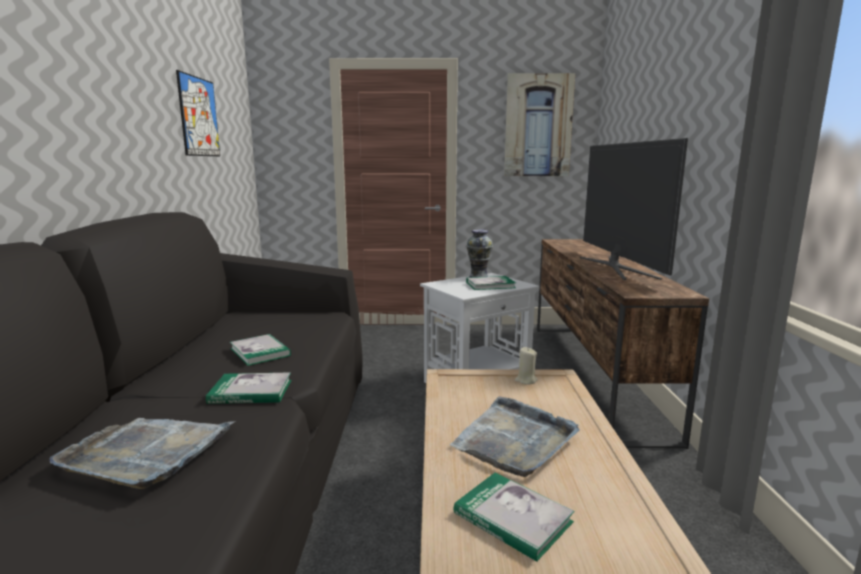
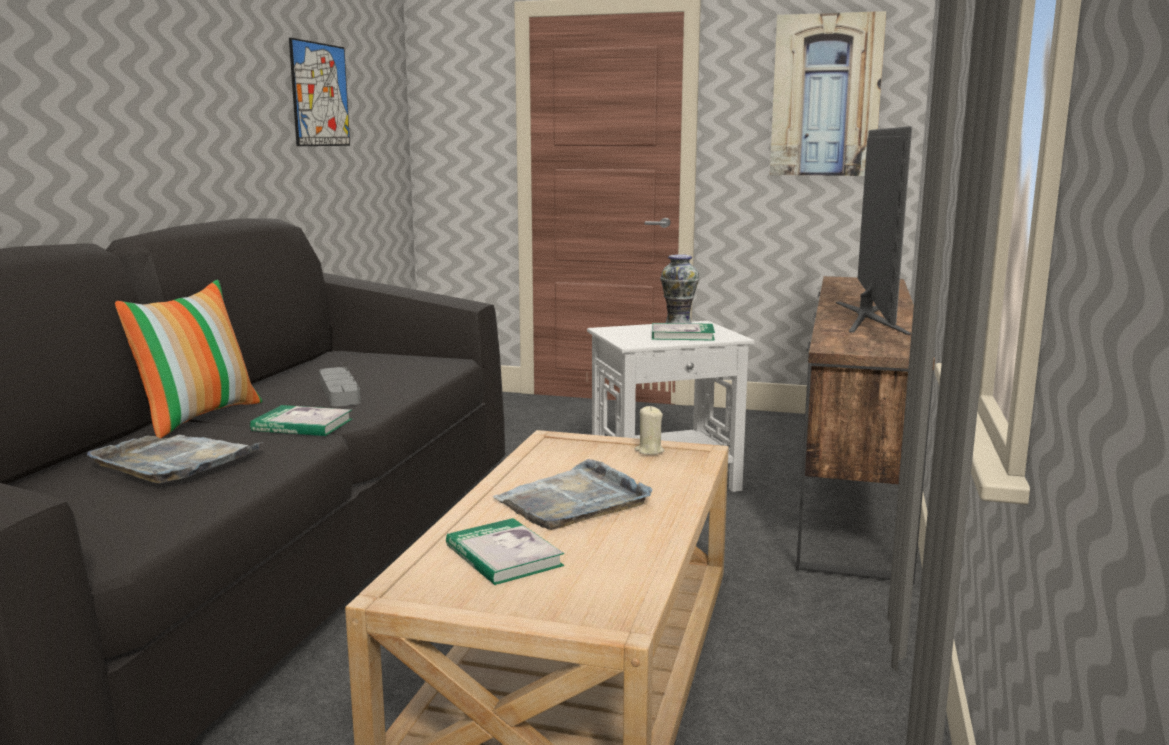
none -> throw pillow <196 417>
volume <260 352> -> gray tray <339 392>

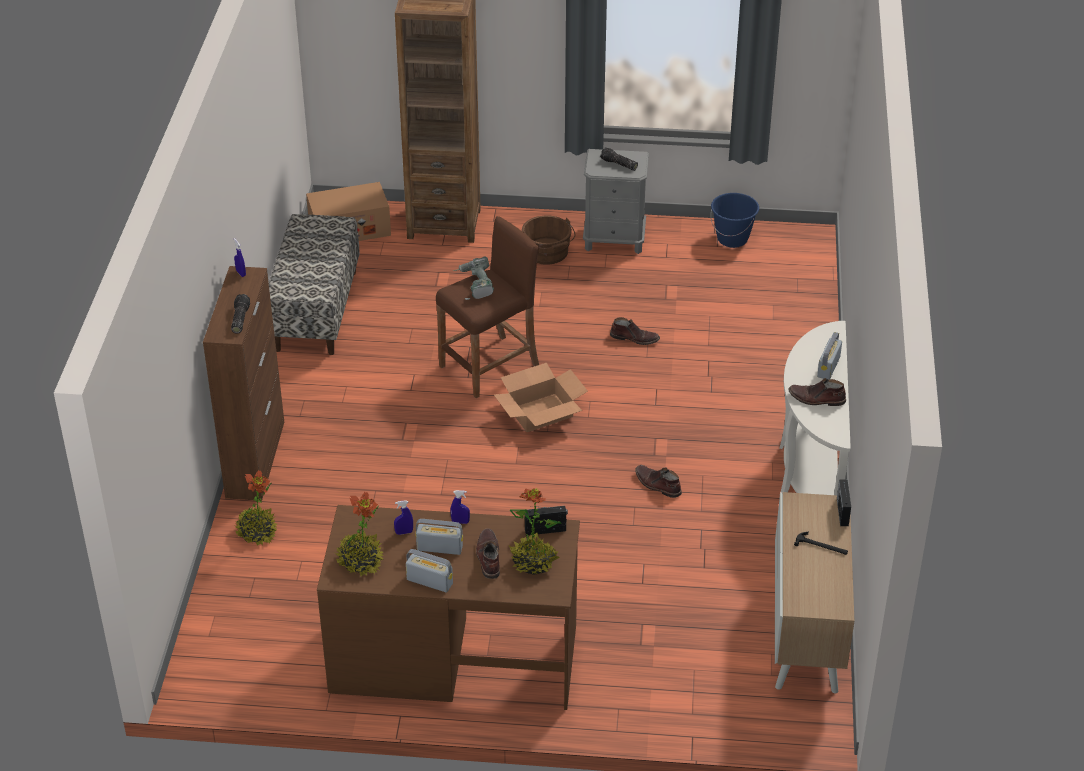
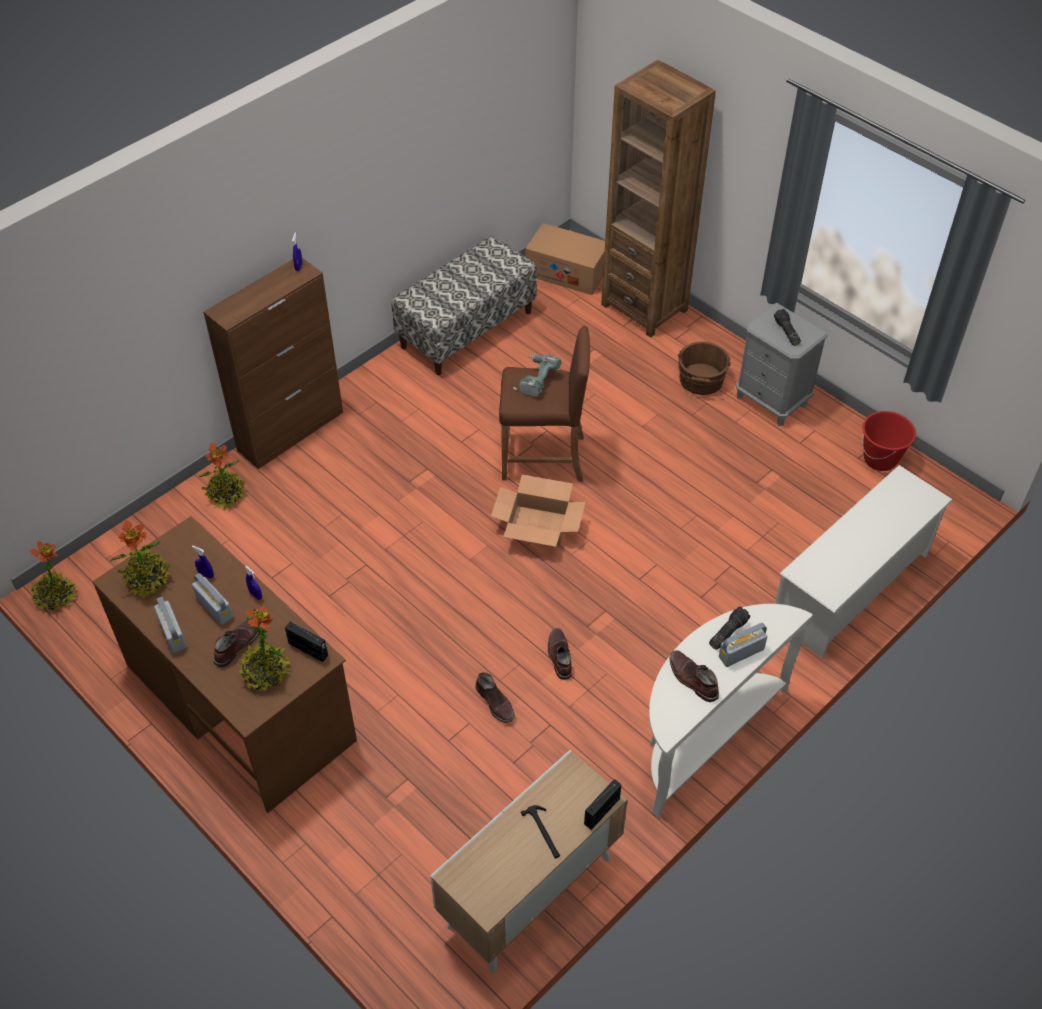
none -> plant in a pot <55 597>
none -> whitish shoe stand <851 588>
flashlight <239 319> -> flashlight <727 632>, shifted
brownish tall boot <635 338> -> brownish tall boot <495 702>, shifted
blue-coloured bucket <732 239> -> red bucket <880 459>

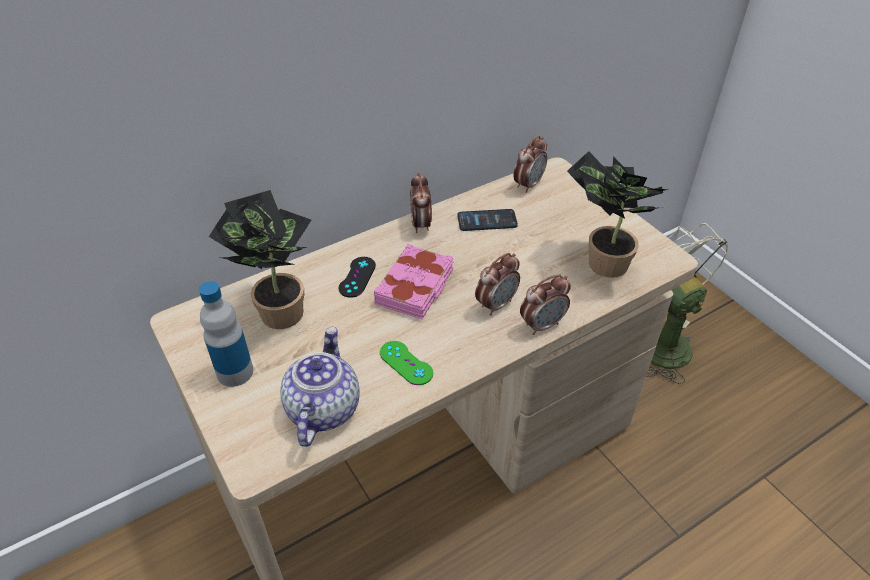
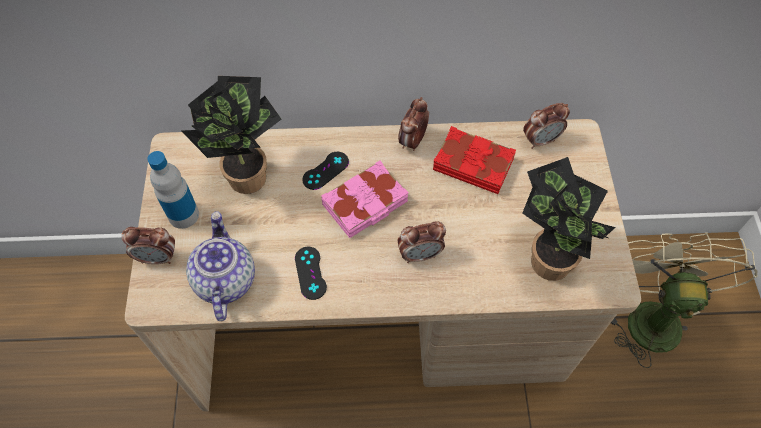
bedside clock <542 325> -> bedside clock <158 257>, shifted
telephone <487 221> -> red volume <473 164>
green joypad <406 363> -> black-coloured joypad <310 273>
pot for tea <322 408> -> pot for tea <224 280>, 45 degrees counterclockwise

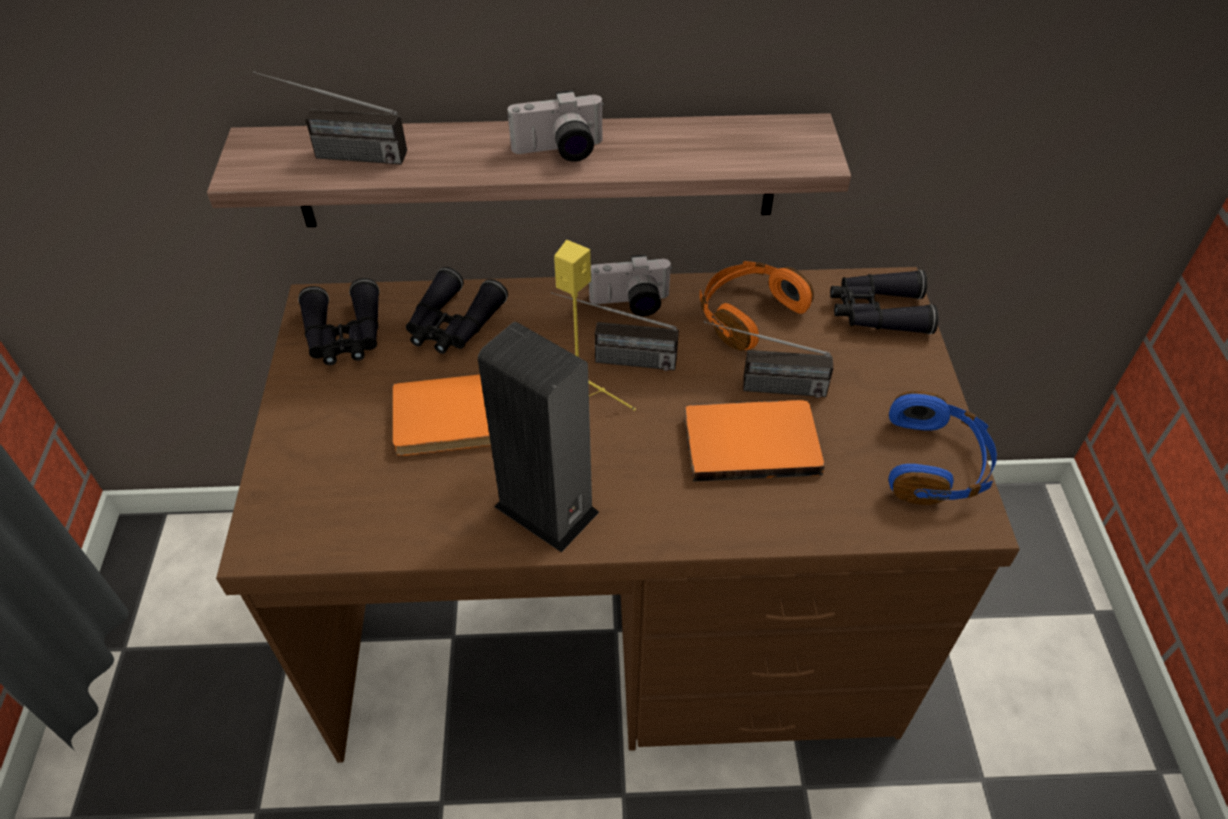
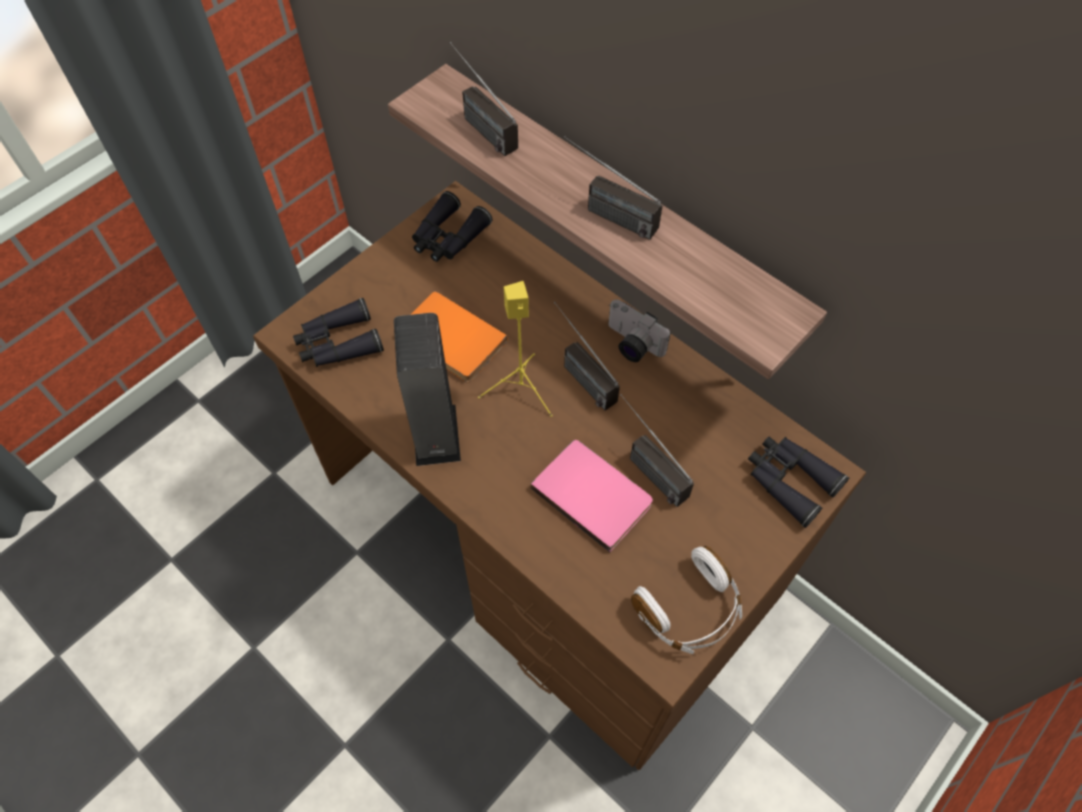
orangey headset <748 314> -> none
black-coloured binoculars <453 325> -> black-coloured binoculars <338 343>, shifted
still camera <559 152> -> radio <604 212>
orangey volume <750 441> -> pinkish volume <594 493>
blue-coloured headset <935 464> -> whitish headset <689 610>

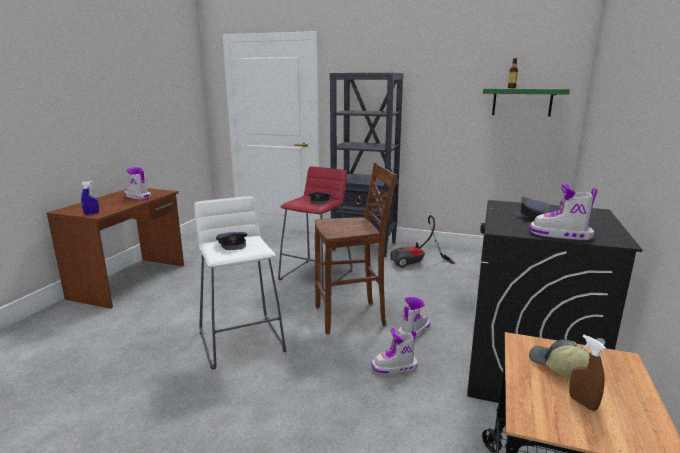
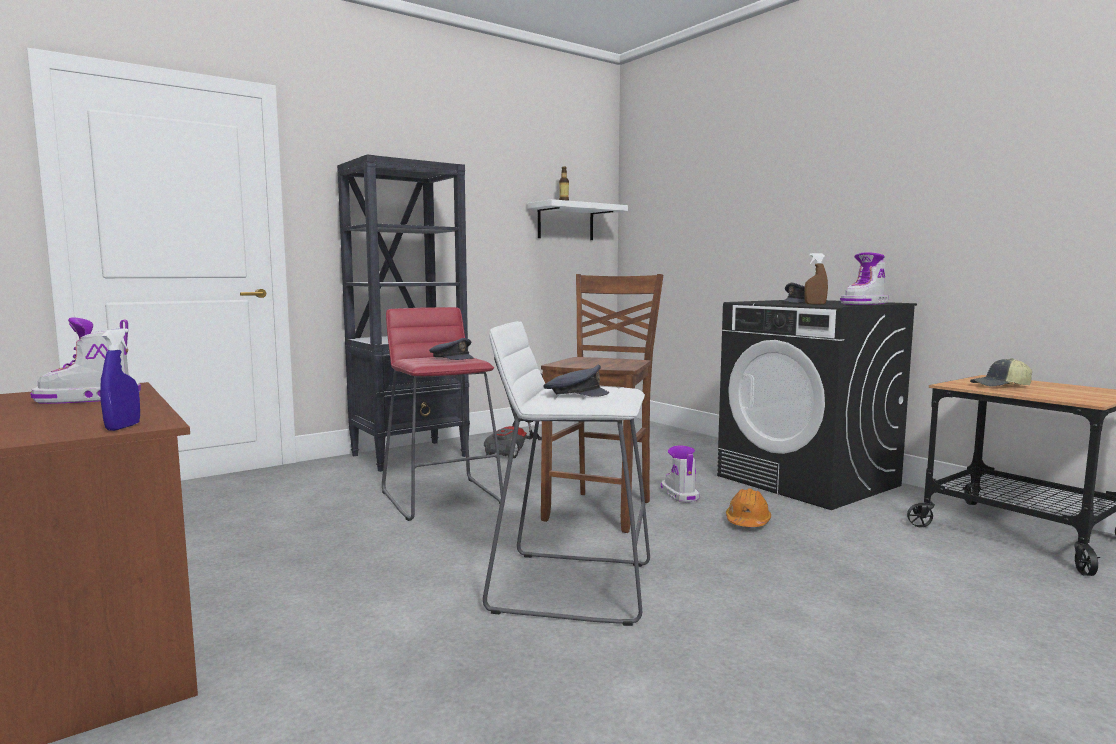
brownish spray bottle <582 403> -> brownish spray bottle <815 304>, shifted
tall boot <395 367> -> orangey safety helmet <747 522>
green shelf <522 102> -> whitish shelf <565 222>

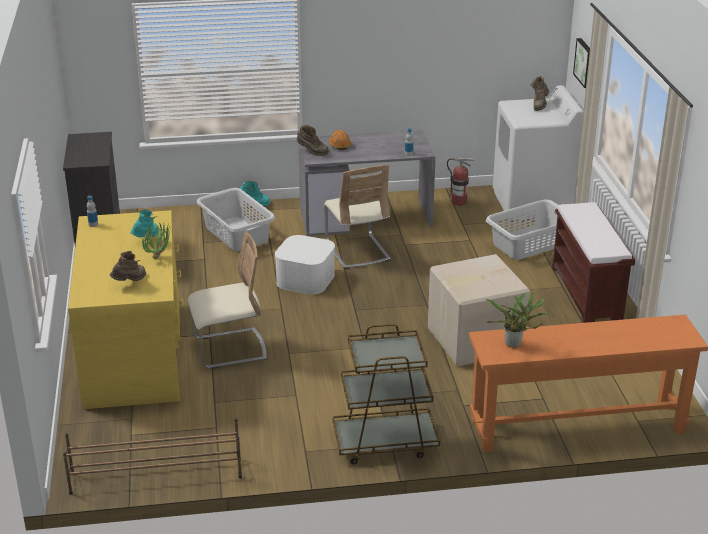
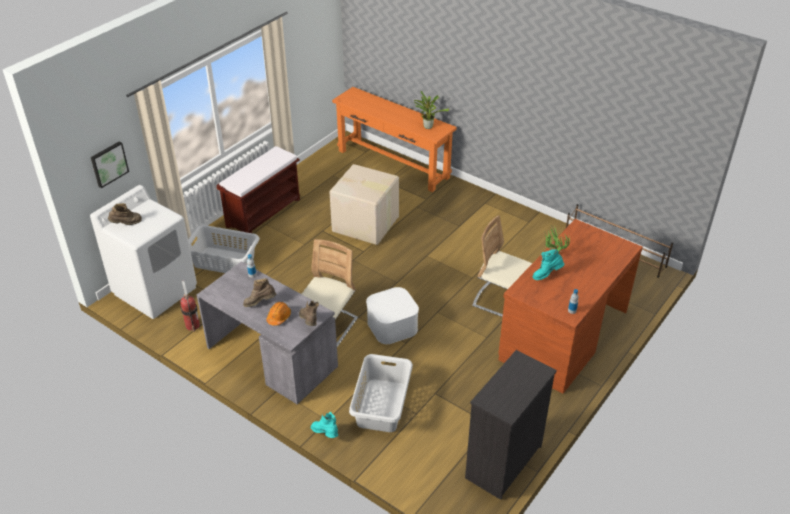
brownish trolley <384 442> -> none
brownish tall boot <130 282> -> brownish tall boot <260 303>, shifted
yellow-coloured desk unit <134 352> -> brownish desk unit <563 335>

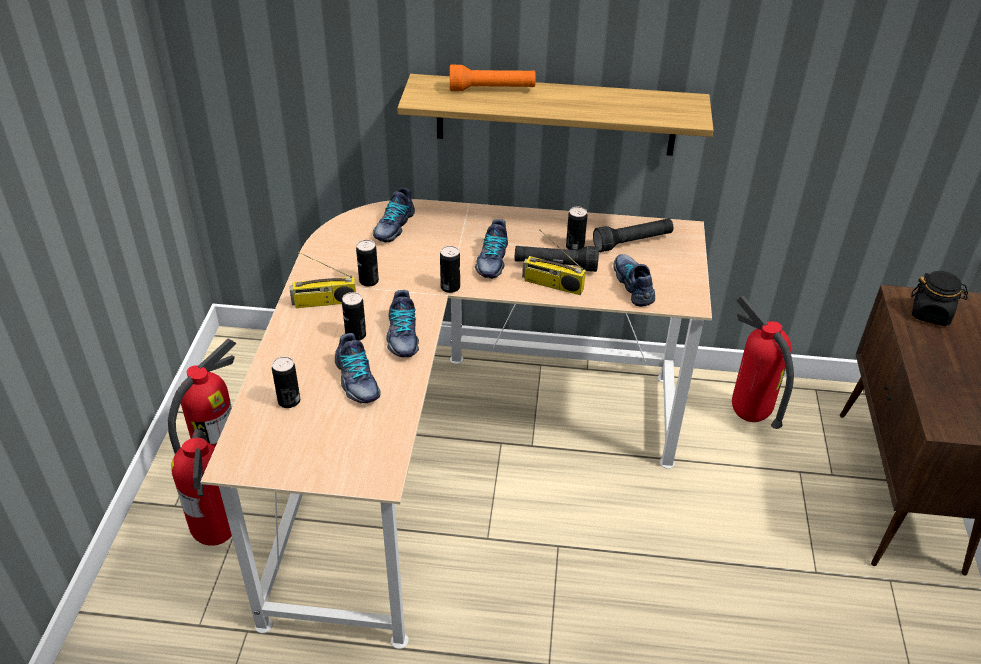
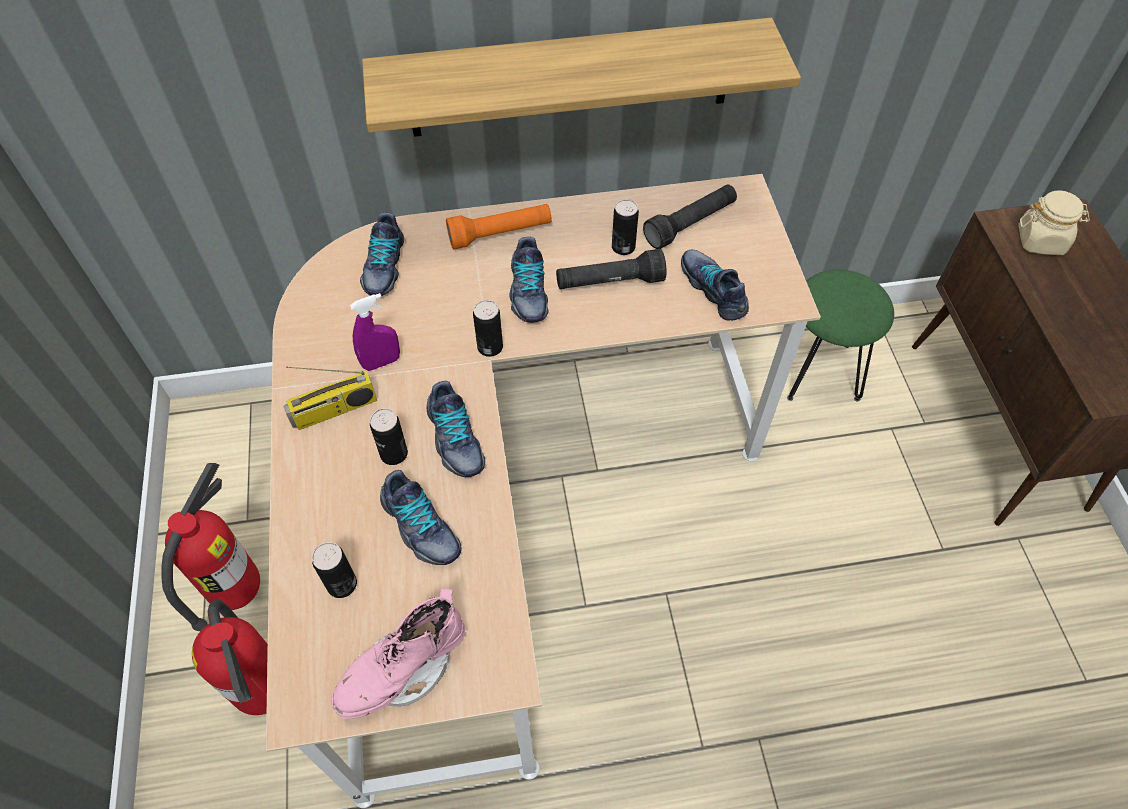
radio <552 285> -> none
none -> pinkish tall boot <404 669>
orangey flashlight <492 90> -> orangey flashlight <500 234>, shifted
sealed can <369 281> -> purple-coloured spray bottle <381 362>
fire extinguisher <747 415> -> green sitting stool <818 371>
black-coloured jar <931 314> -> sand-coloured jar <1041 240>

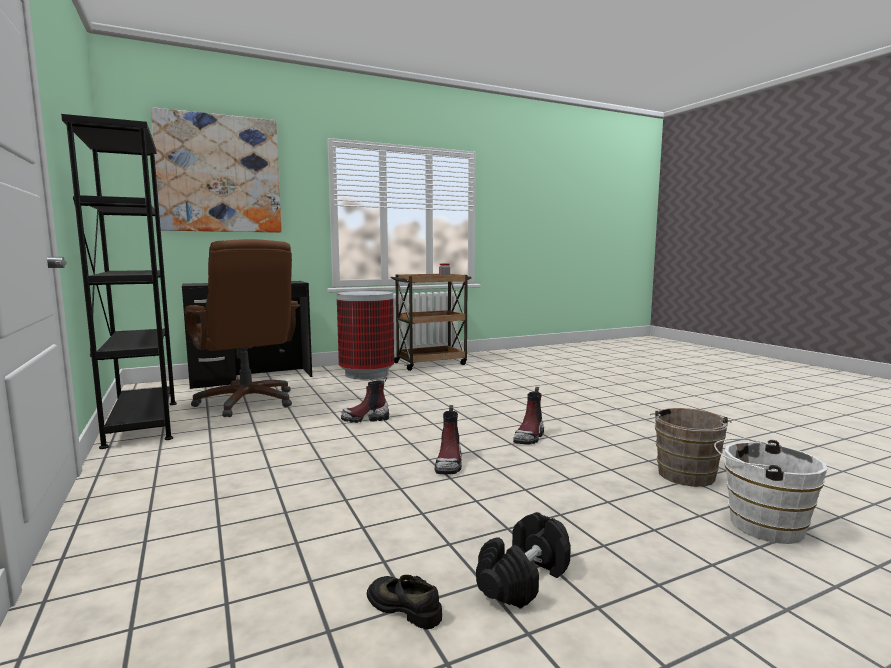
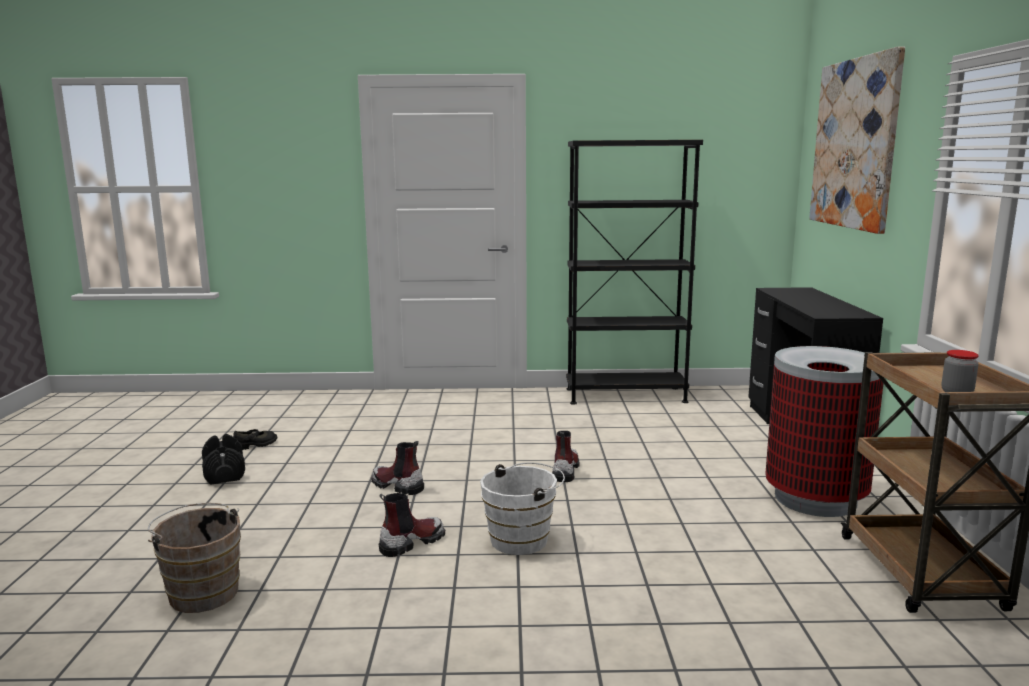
brownish office chair <247 402> -> none
whitish bucket <759 524> -> whitish bucket <523 539>, shifted
tall boot <529 437> -> tall boot <411 542>, 90 degrees clockwise

